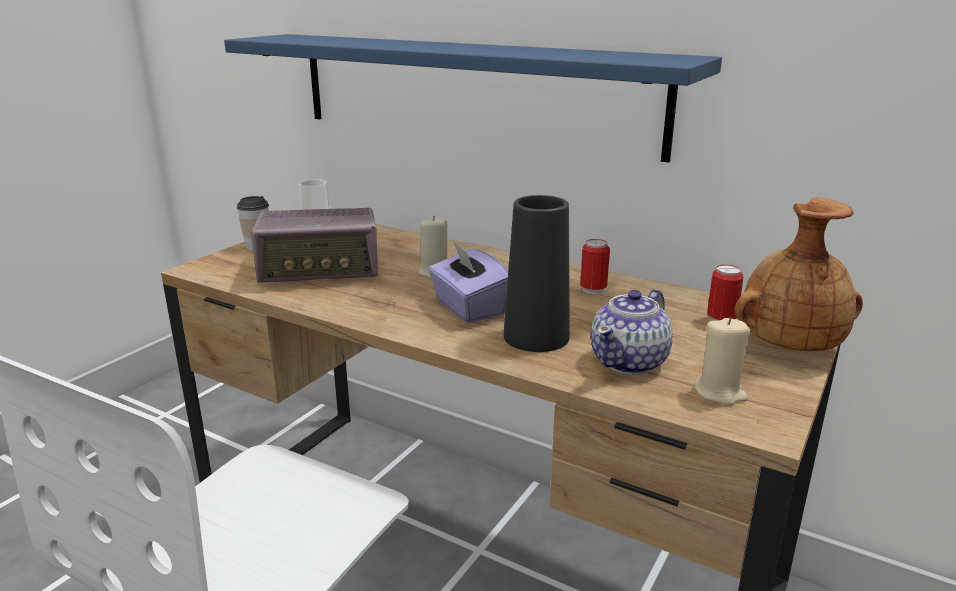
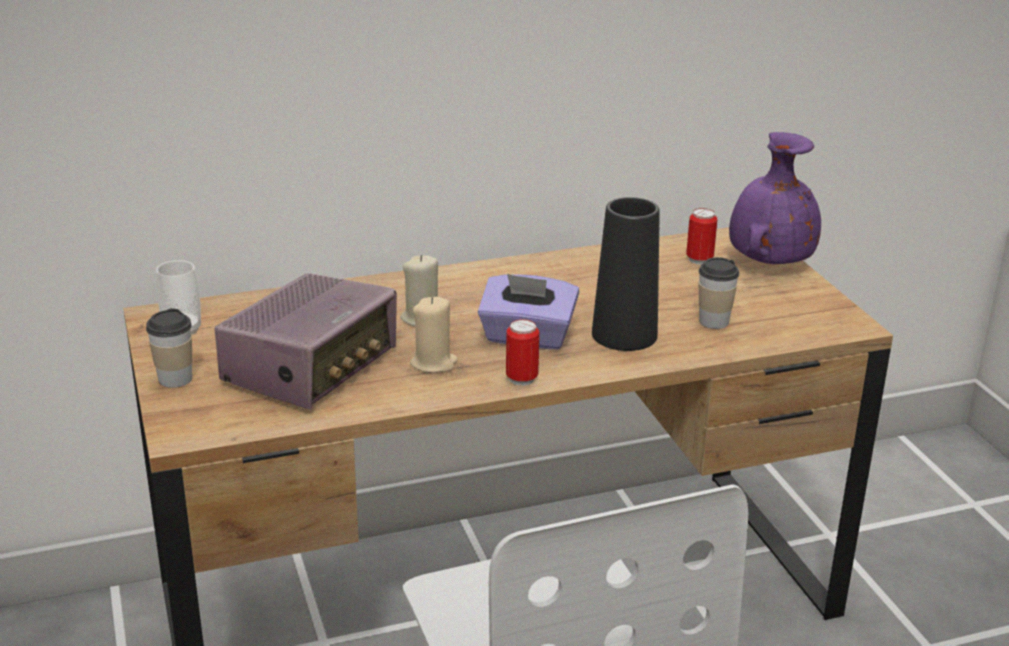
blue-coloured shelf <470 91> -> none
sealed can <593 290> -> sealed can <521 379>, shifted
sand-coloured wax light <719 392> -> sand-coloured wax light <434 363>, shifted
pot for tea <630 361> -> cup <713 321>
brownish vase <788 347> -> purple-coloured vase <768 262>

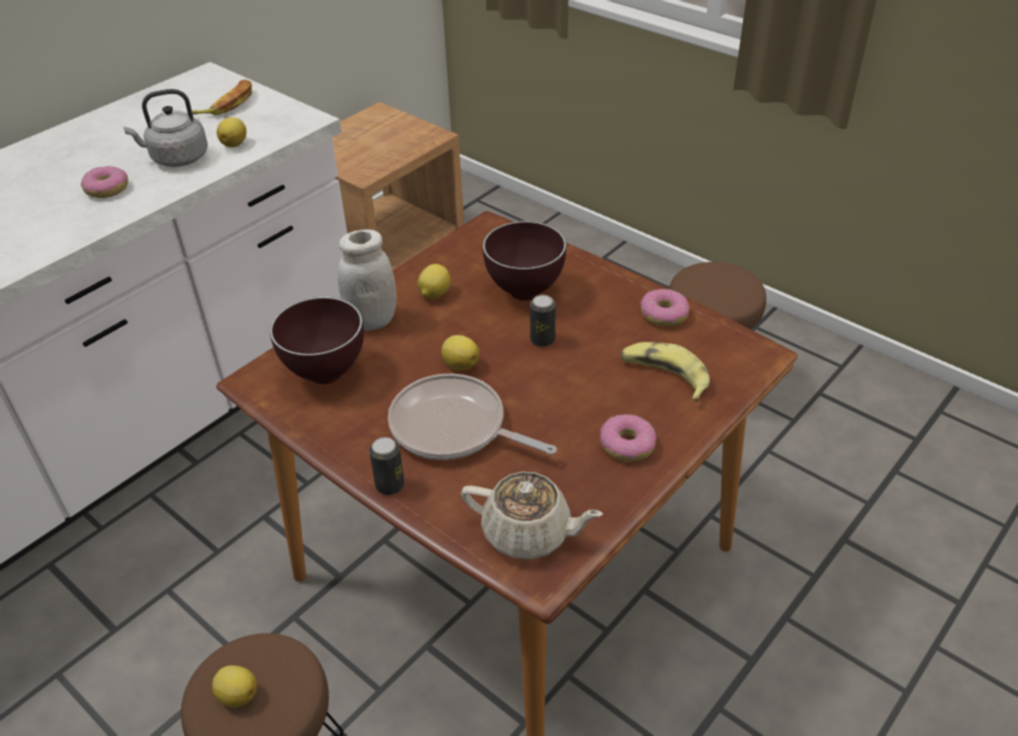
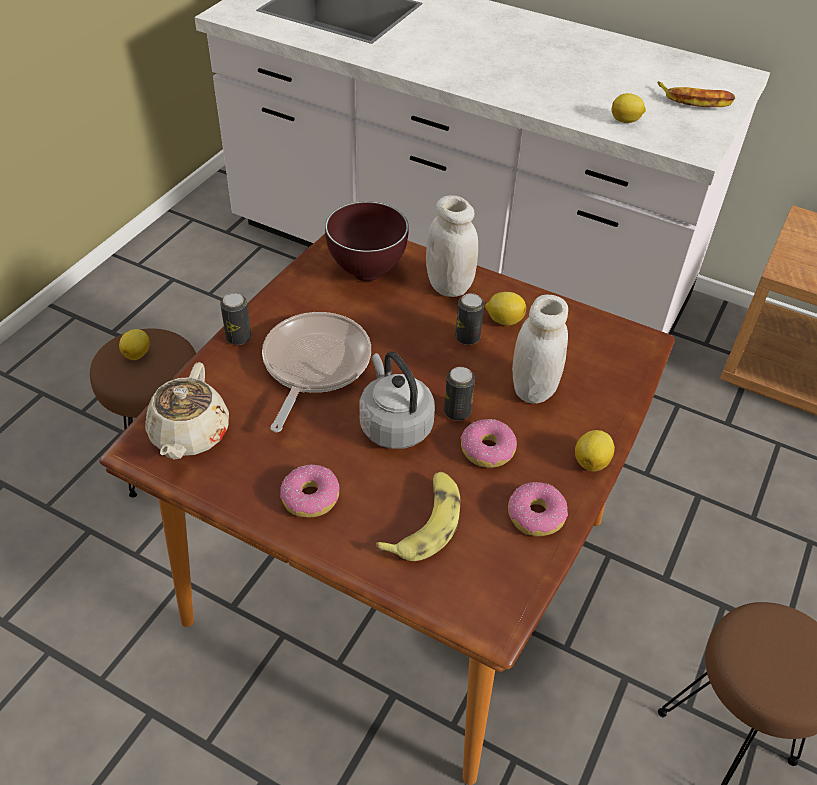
none -> sealed can <467 337>
donut <107 189> -> donut <487 450>, shifted
gray water kettle <177 158> -> gray water kettle <394 424>, shifted
lemon <460 364> -> lemon <592 461>, shifted
brownish serving bowl <527 292> -> whitish jar <533 389>

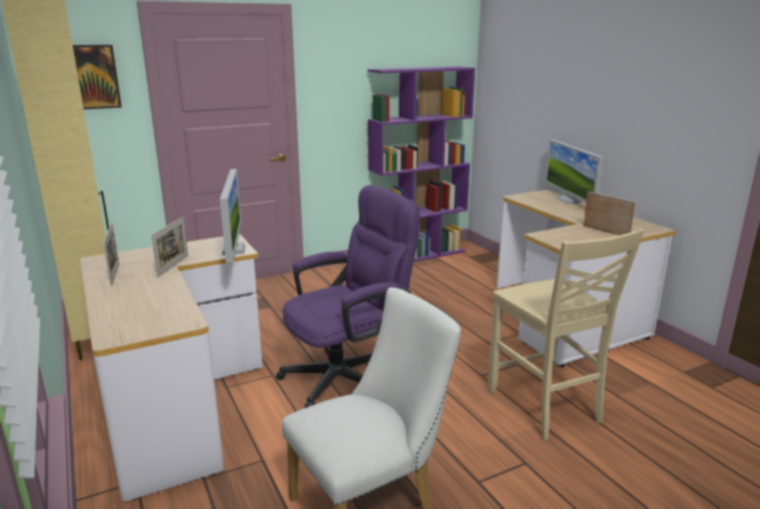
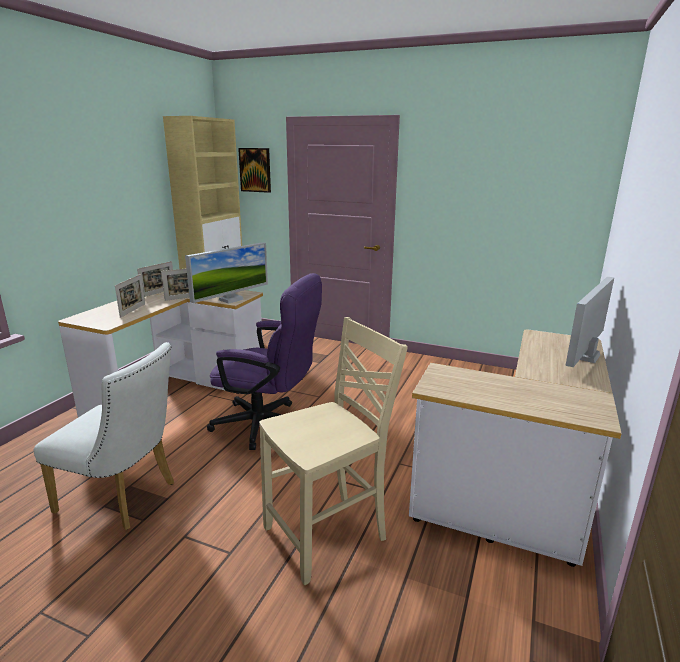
purple-coloured bookshelf <418 255> -> none
standing frame <606 232> -> standing frame <133 310>, shifted
sand-coloured plain chair <545 407> -> sand-coloured plain chair <328 535>, 150 degrees counterclockwise

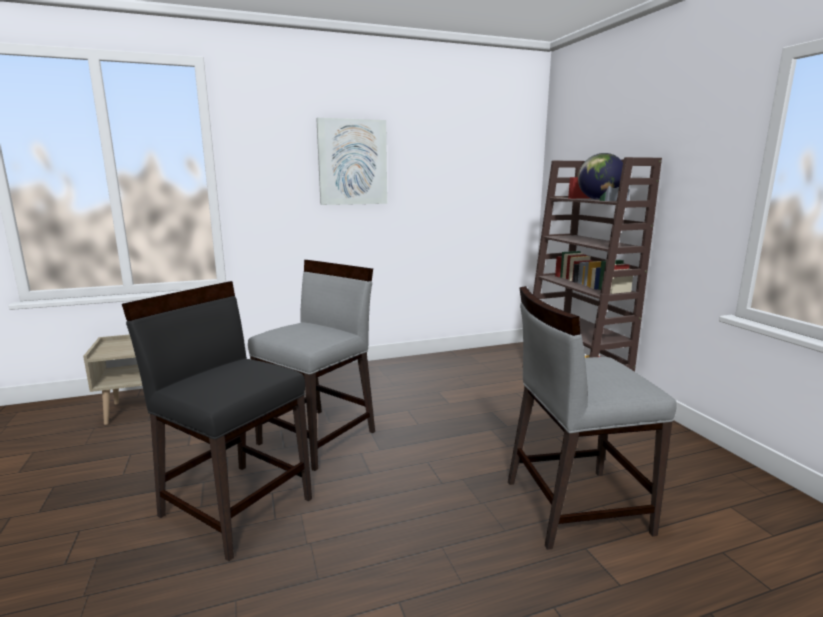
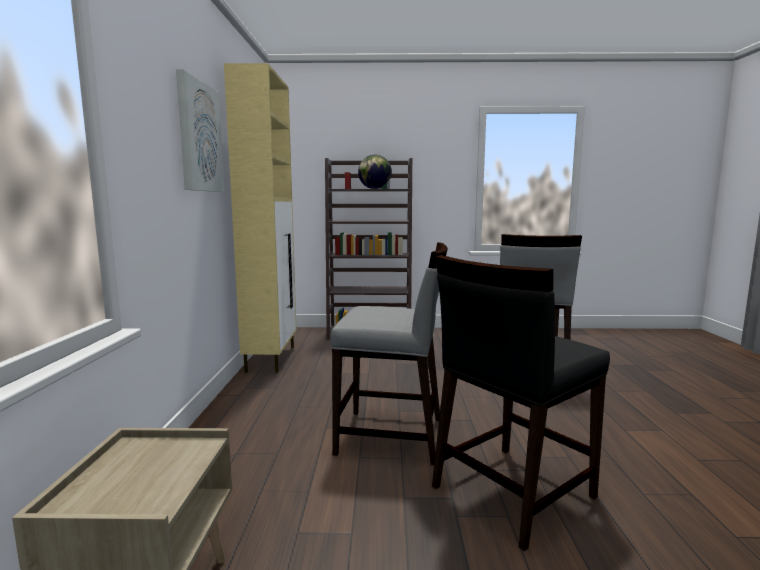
none -> sand-coloured cupboard <271 358>
gray plain chair <318 437> -> gray plain chair <392 436>, 135 degrees clockwise

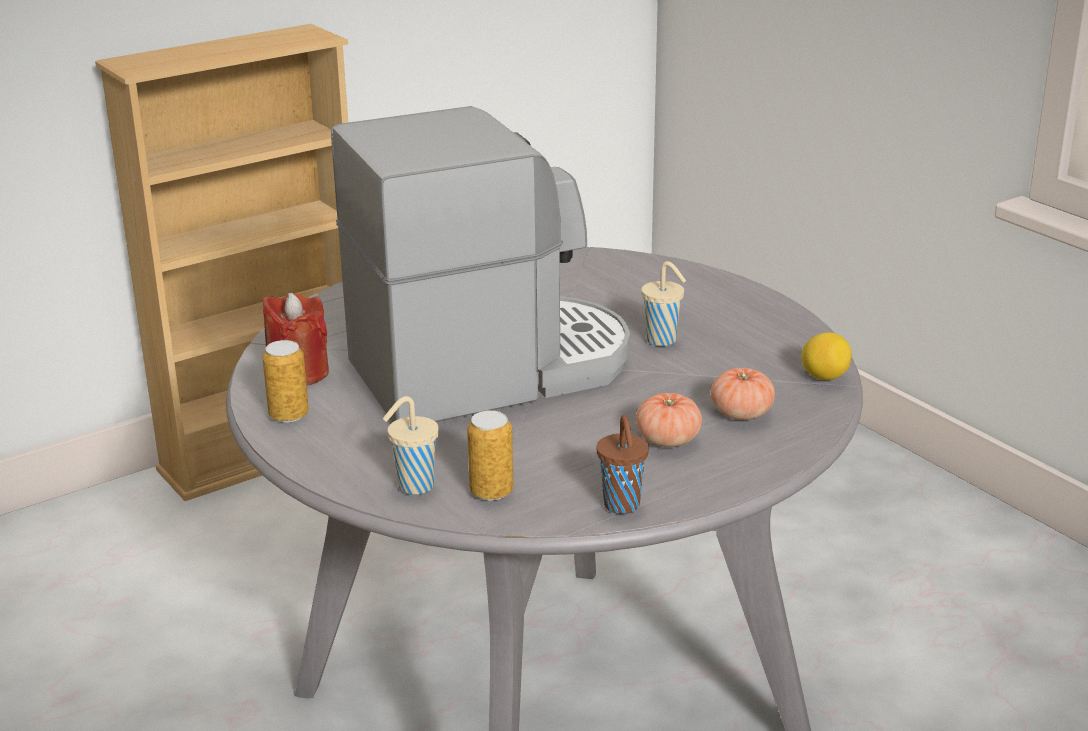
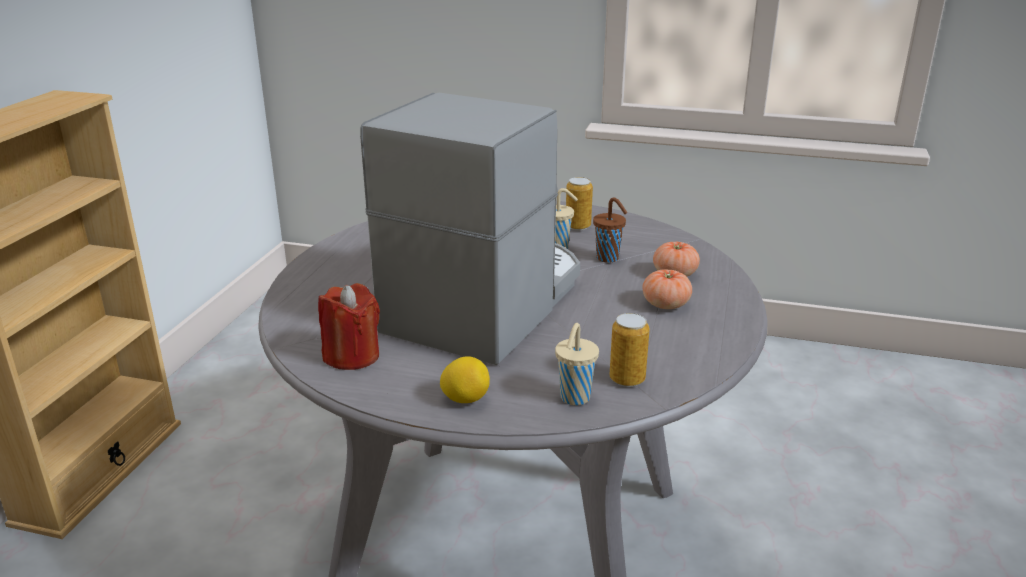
sealed can <289 415> -> sealed can <578 226>, shifted
brownish cup <622 506> -> brownish cup <608 258>, shifted
lemon <824 377> -> lemon <465 399>, shifted

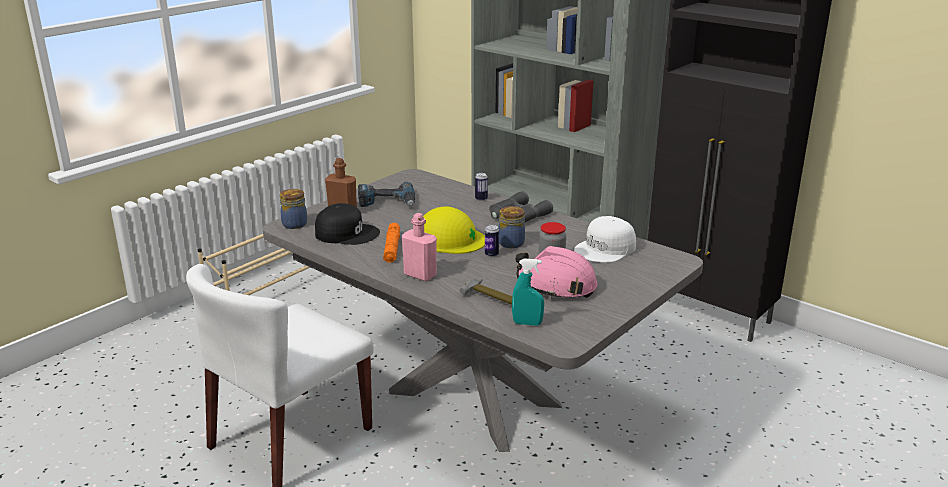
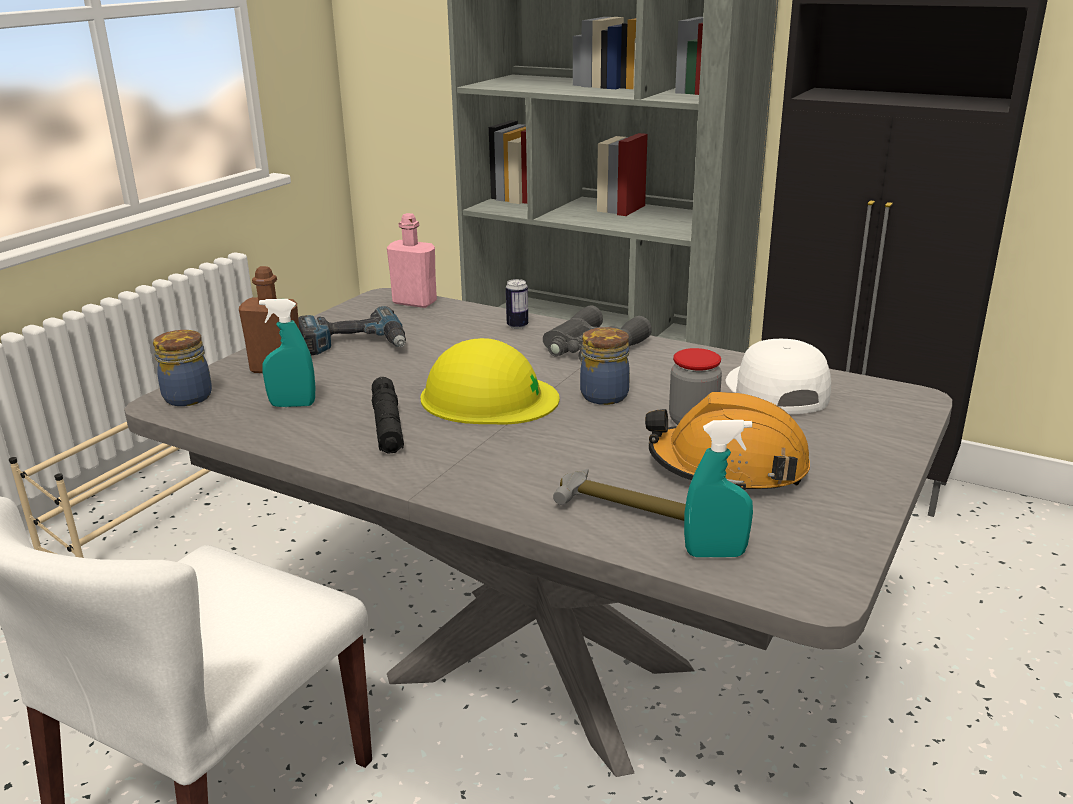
sealed can <491 254> -> none
pinkish drink bottle <420 275> -> pinkish drink bottle <414 302>, shifted
black-coloured peaked cap <346 233> -> turquoise-coloured spray bottle <292 405>
orangey flashlight <392 248> -> black-coloured flashlight <387 425>
pinkish safety helmet <556 286> -> orangey safety helmet <728 467>
whitish peaked cap <606 249> -> whitish peaked cap <774 390>, 135 degrees clockwise

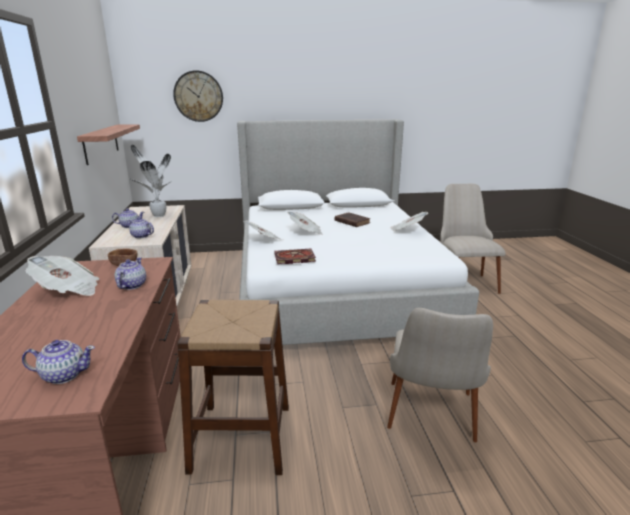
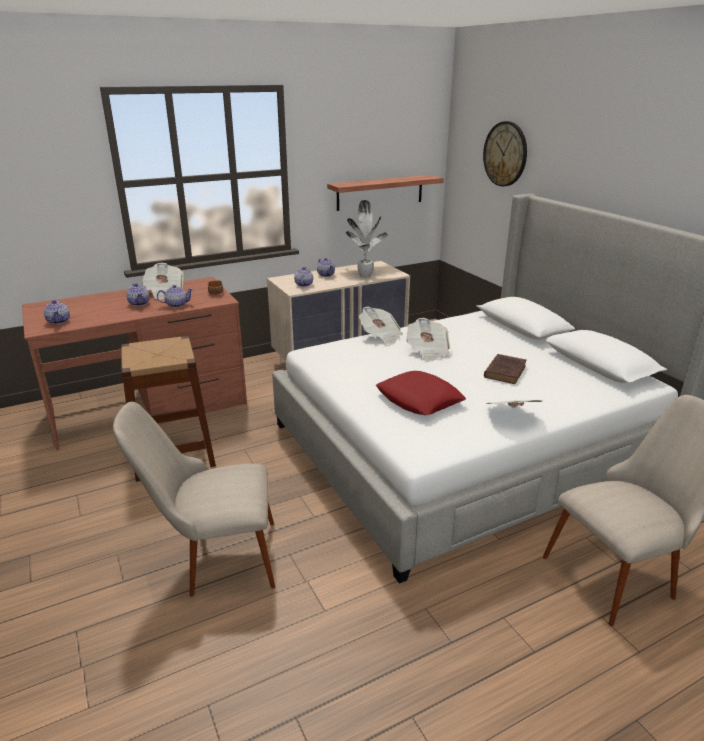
volume <293 258> -> none
none -> pot for tea <139 303>
none -> red throw pillow <419 399>

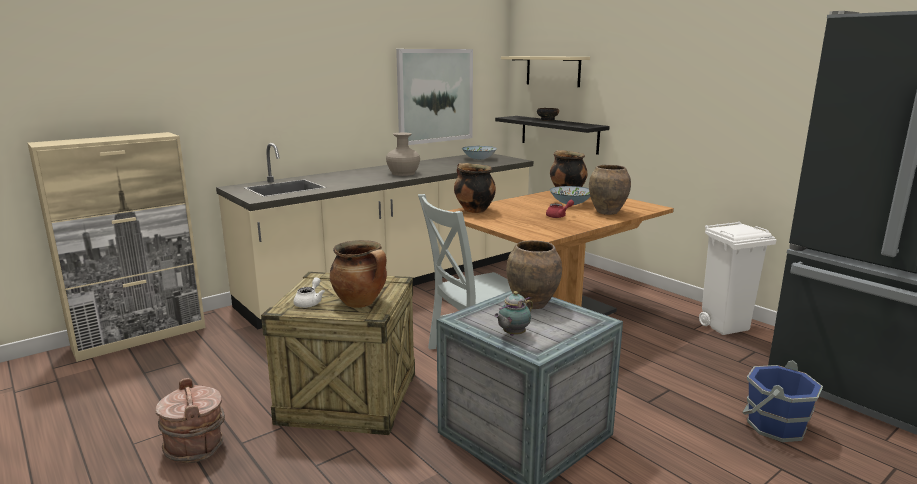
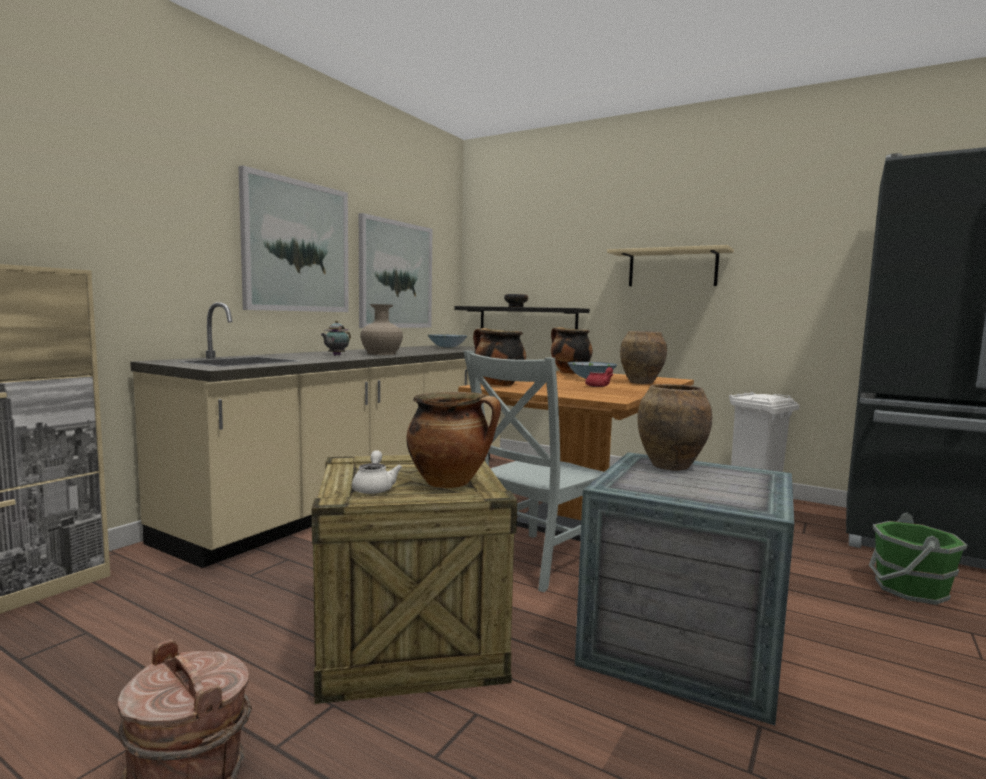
none -> wall picture <297 246>
pot for tea <512 334> -> pot for tea <335 355>, shifted
sand-coloured shelf <553 71> -> sand-coloured shelf <672 268>, shifted
blue-coloured bucket <774 426> -> green bucket <909 589>

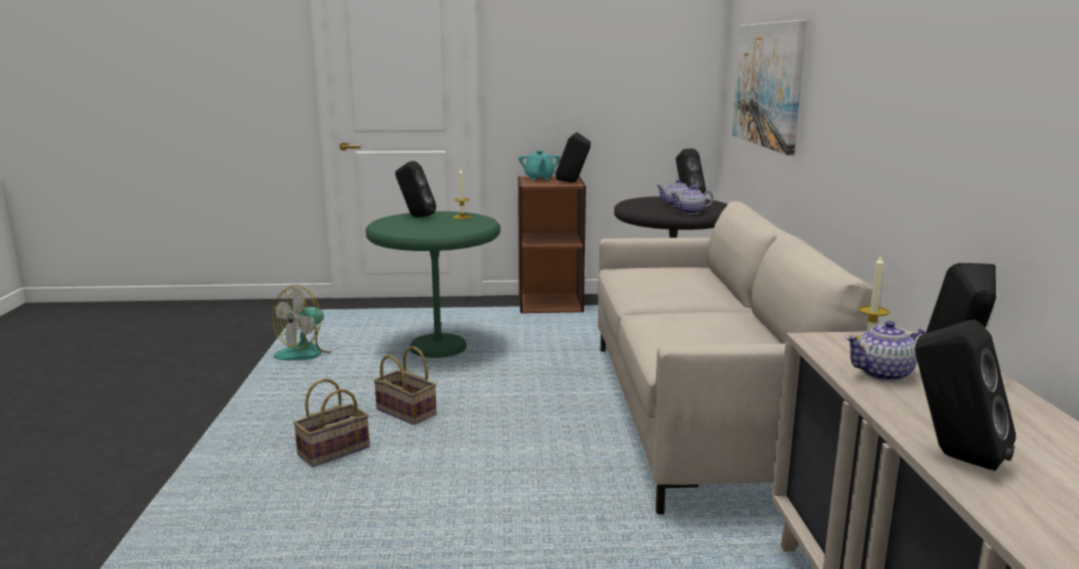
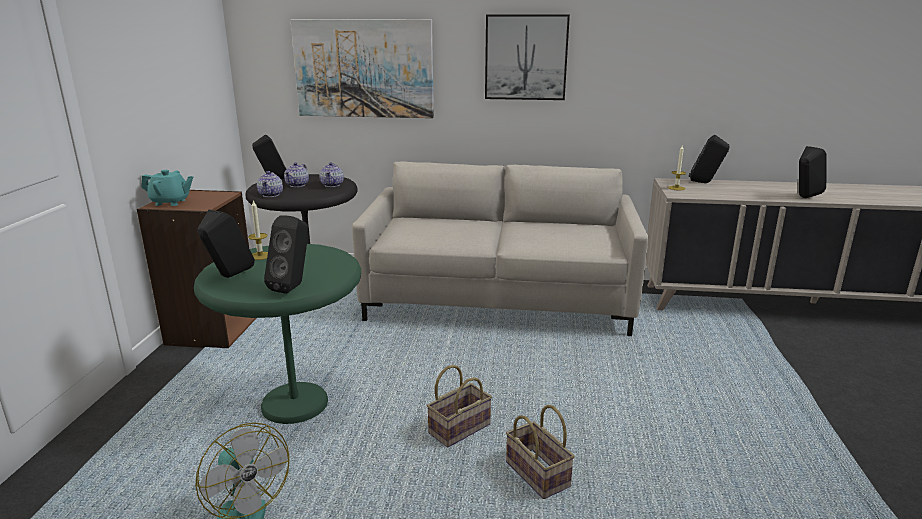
none -> wall picture <526 57>
black-coloured loudspeaker <572 182> -> black-coloured loudspeaker <293 287>, shifted
pot for tea <884 374> -> pot for tea <271 194>, shifted

